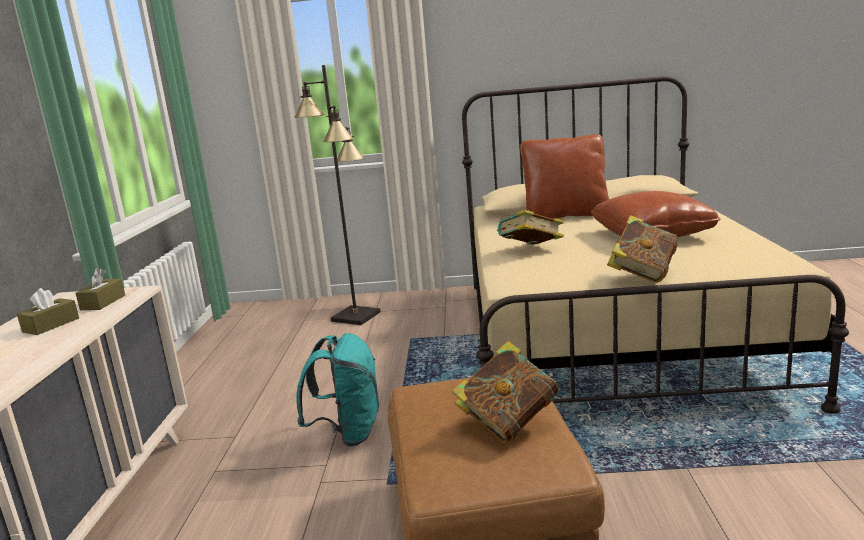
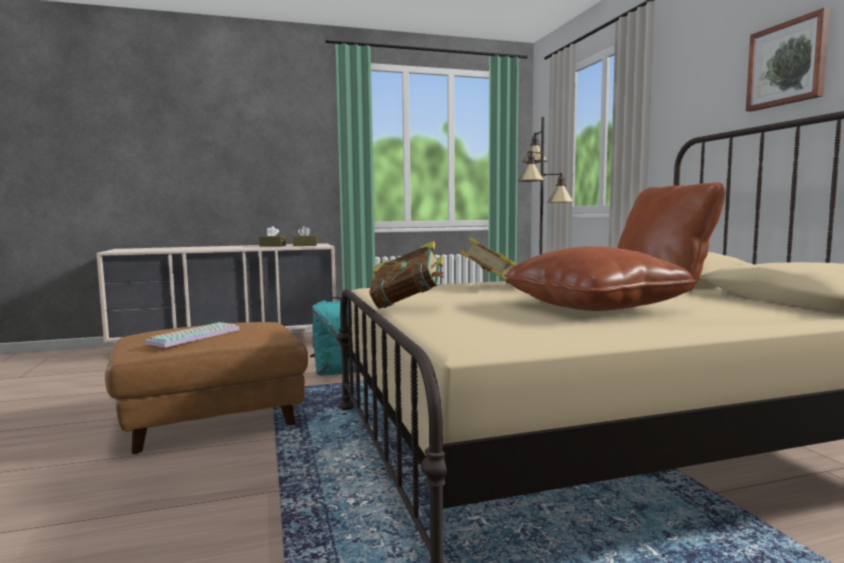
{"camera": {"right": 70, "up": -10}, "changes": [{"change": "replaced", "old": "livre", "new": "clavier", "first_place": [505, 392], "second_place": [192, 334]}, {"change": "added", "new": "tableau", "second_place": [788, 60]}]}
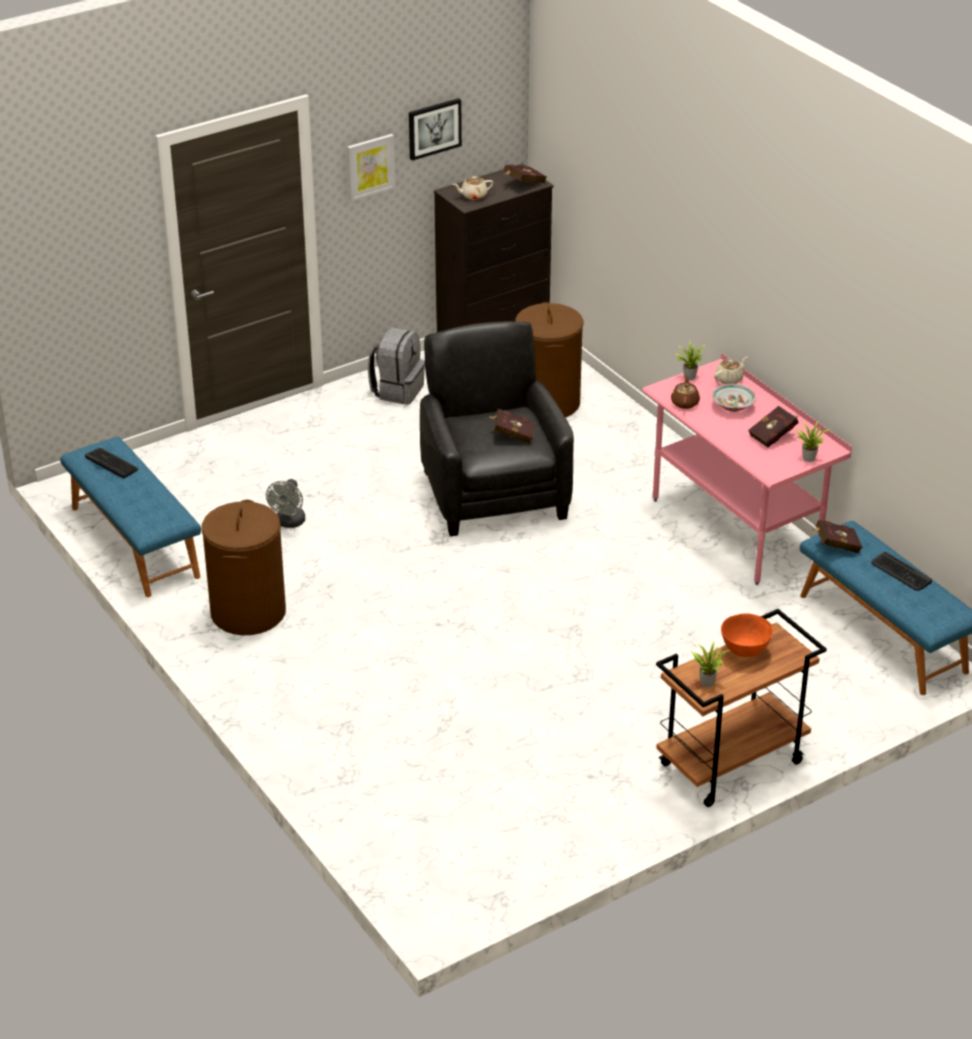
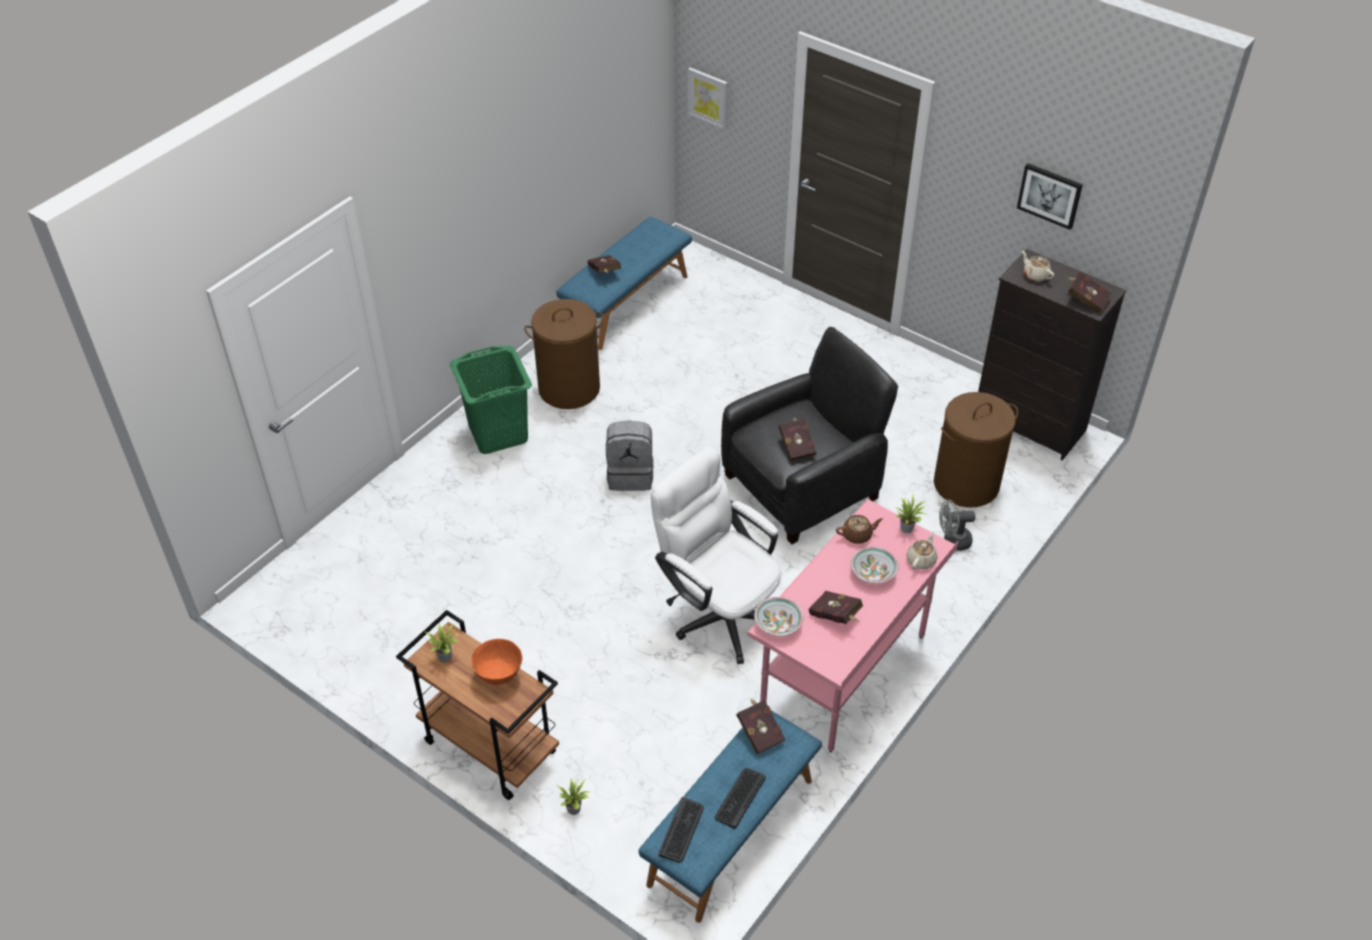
{"camera": {"right": 70, "up": 10}, "changes": [{"change": "moved", "old": "tableau", "first_place": [371, 168], "second_place": [708, 98]}, {"change": "moved", "old": "sac à dos/gris", "first_place": [396, 366], "second_place": [629, 456]}, {"change": "turned", "old": "théière/beige", "first_place": [731, 370], "second_place": [921, 550], "degrees": -90}, {"change": "moved", "old": "plante en pot", "first_place": [814, 441], "second_place": [573, 796]}, {"change": "moved", "old": "clavier", "first_place": [111, 463], "second_place": [681, 830]}, {"change": "moved", "old": "ventilateur/gris", "first_place": [285, 503], "second_place": [957, 525]}, {"change": "added", "new": "livre/rouge", "second_place": [604, 264]}, {"change": "added", "new": "panier à linge/vert", "second_place": [491, 400]}, {"change": "added", "new": "chaise de bureau/blanc", "second_place": [716, 555]}, {"change": "added", "new": "bol", "second_place": [779, 616]}]}
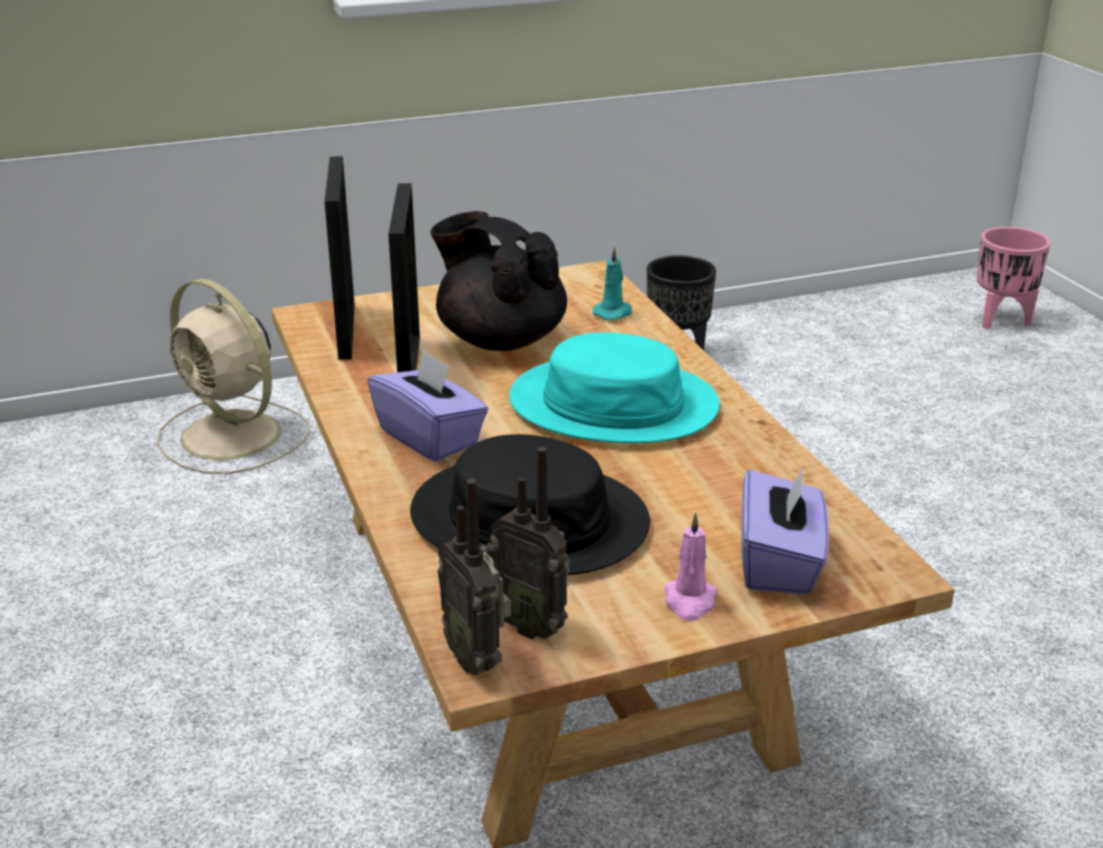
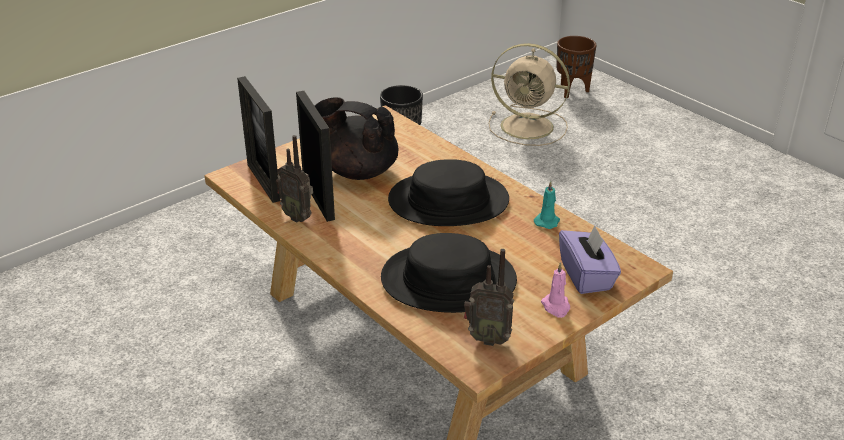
{"camera": {"right": -20, "up": 5}, "changes": [{"change": "recoloured", "old": "cache-pot/rose", "new": "cache-pot/marron", "first_place": [1013, 278], "second_place": [576, 67]}, {"change": "moved", "old": "bougie/turquoise", "first_place": [612, 283], "second_place": [547, 205]}, {"change": "moved", "old": "ventilateur/beige", "first_place": [233, 376], "second_place": [529, 94]}, {"change": "recoloured", "old": "chapeau/turquoise", "new": "chapeau/noir", "first_place": [614, 387], "second_place": [448, 192]}, {"change": "removed", "old": "boîte à mouchoirs/violet", "first_place": [427, 405]}, {"change": "moved", "old": "radio", "first_place": [474, 577], "second_place": [294, 178]}]}
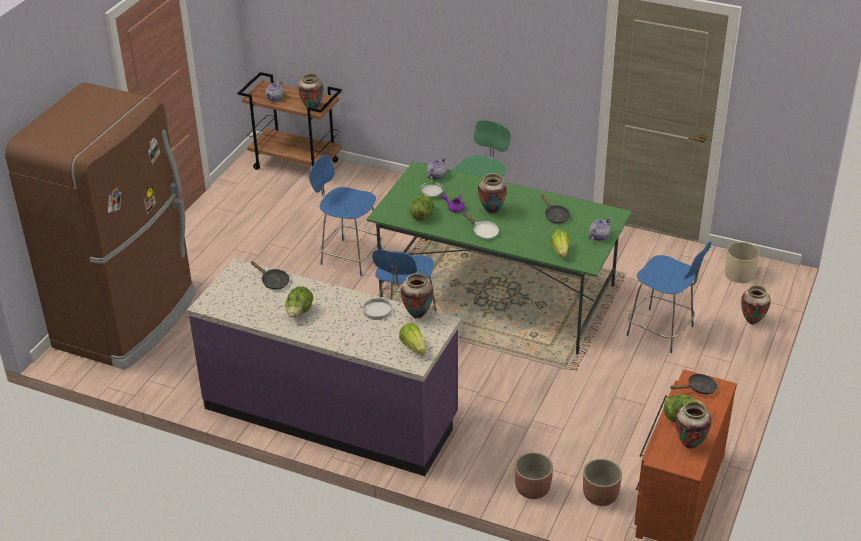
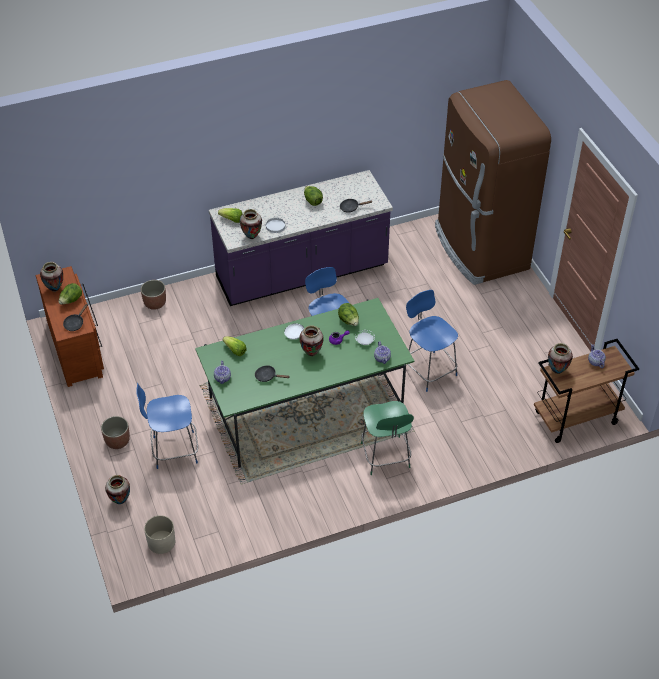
{"camera": {"right": 135, "up": 10}, "changes": [{"change": "turned", "old": "chaise/bleu", "first_place": [345, 215], "second_place": [432, 341], "degrees": -105}, {"change": "moved", "old": "cache-pot", "first_place": [602, 482], "second_place": [115, 432]}]}
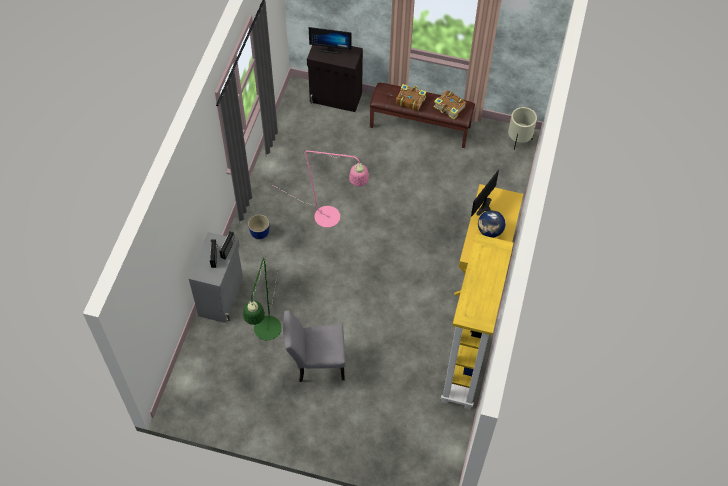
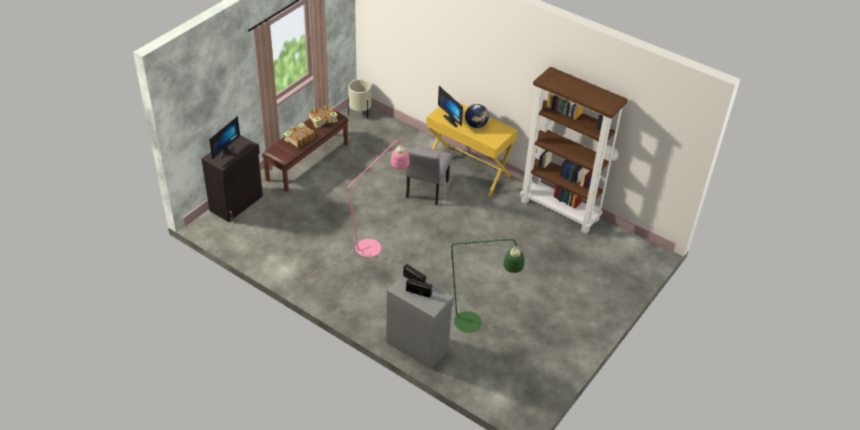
{"camera": {"right": -70, "up": -15}, "changes": [{"change": "removed", "old": "cache-pot", "first_place": [258, 226]}, {"change": "recoloured", "old": "bibliothèque/jaune", "new": "bibliothèque/marron", "first_place": [477, 321], "second_place": [574, 150]}, {"change": "moved", "old": "chaise/gris", "first_place": [314, 346], "second_place": [428, 175]}]}
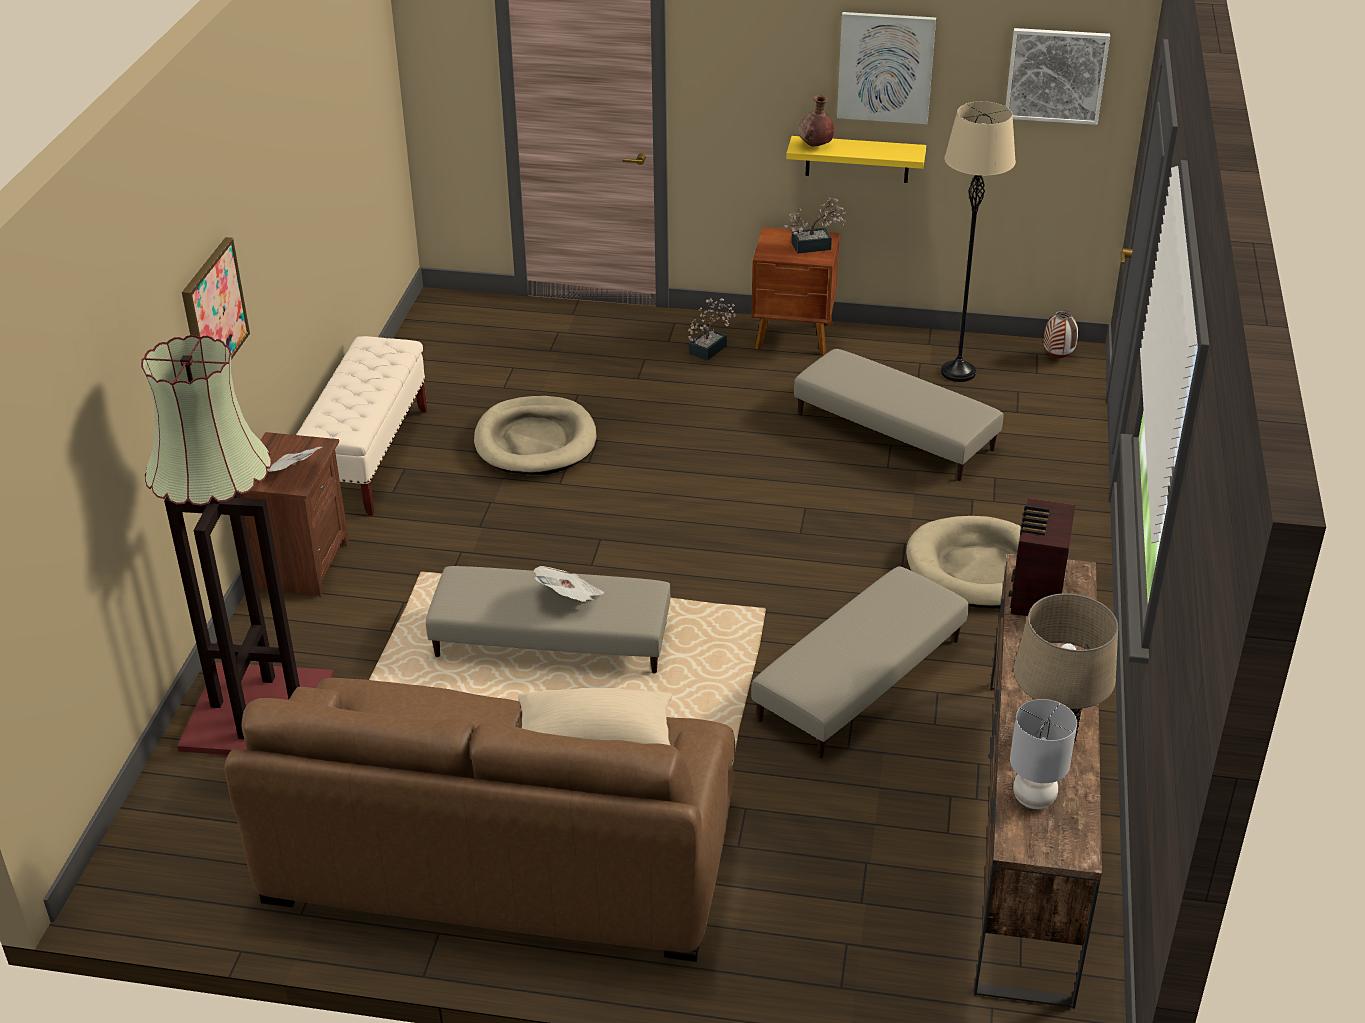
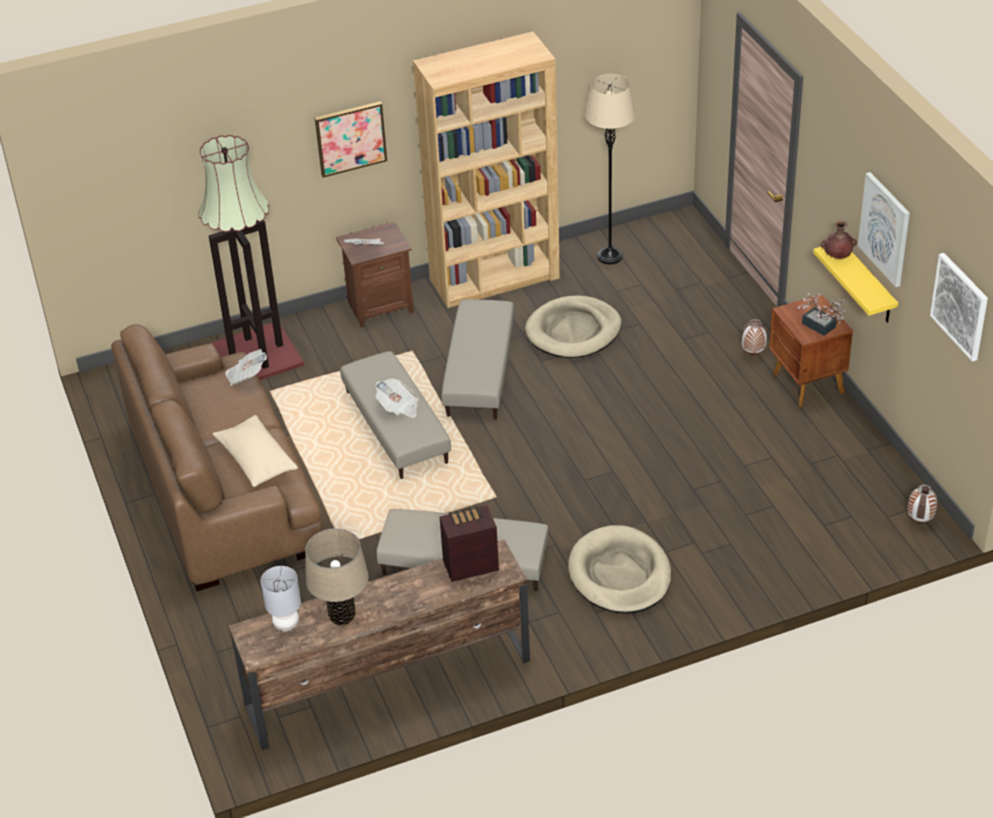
{"camera": {"right": 60, "up": 5}, "changes": [{"change": "moved", "old": "lampadaire/beige", "first_place": [978, 241], "second_place": [610, 169]}, {"change": "replaced", "old": "plante en pot", "new": "vase", "first_place": [712, 329], "second_place": [754, 337]}, {"change": "replaced", "old": "banc/beige", "new": "bibliothèque/marron", "first_place": [361, 426], "second_place": [486, 170]}, {"change": "moved", "old": "pouf/beige", "first_place": [898, 415], "second_place": [477, 359]}, {"change": "added", "new": "journal", "second_place": [246, 367]}]}
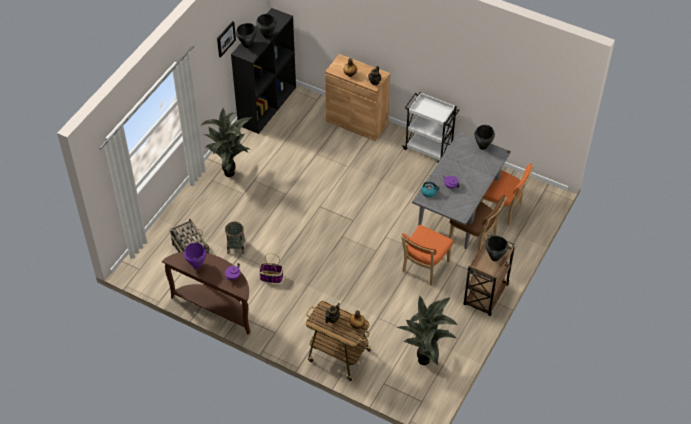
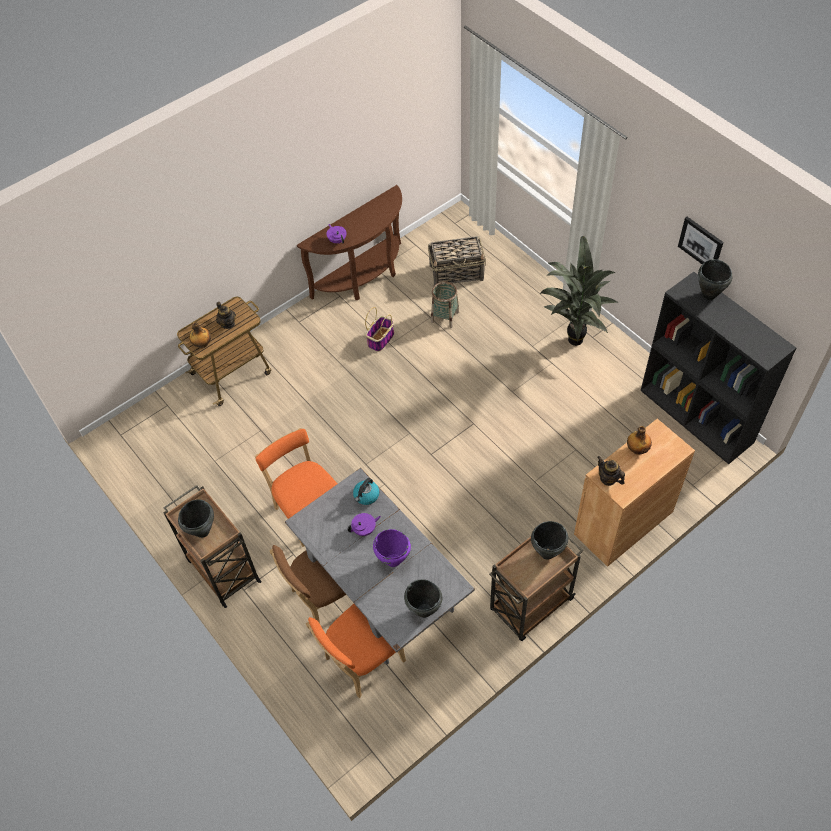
{"camera": {"right": 115, "up": 5}, "changes": [{"change": "moved", "old": "marmite/noir", "first_place": [266, 26], "second_place": [549, 540]}, {"change": "recoloured", "old": "chariot/blanc", "new": "chariot/marron", "first_place": [430, 127], "second_place": [536, 588]}, {"change": "moved", "old": "marmite/violet", "first_place": [195, 255], "second_place": [392, 548]}, {"change": "removed", "old": "plante en pot", "first_place": [427, 330]}]}
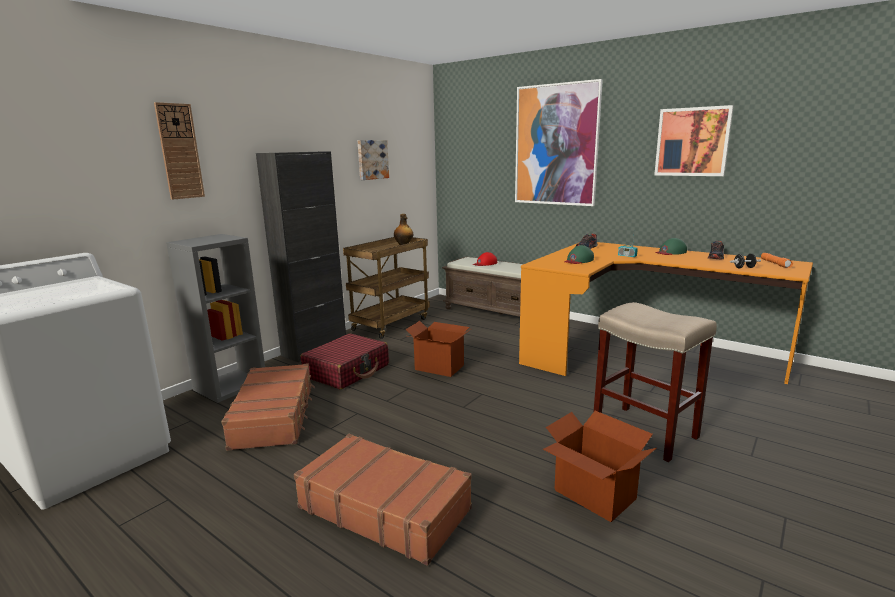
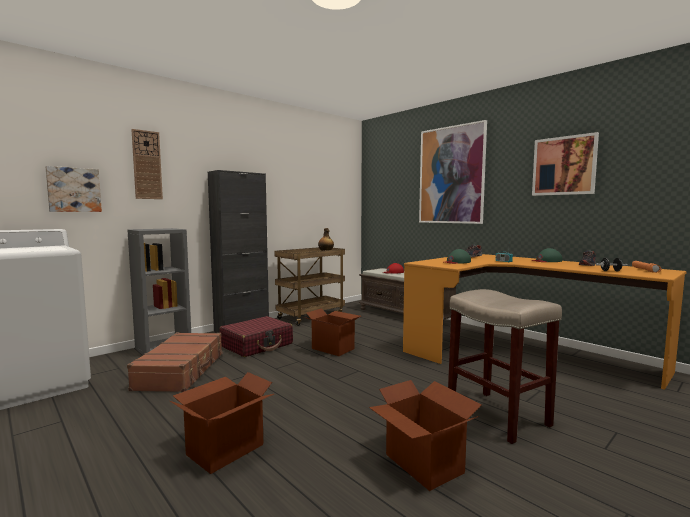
{"camera": {"right": 10, "up": -10}, "changes": [{"change": "moved", "old": "tableau", "first_place": [373, 160], "second_place": [74, 189]}, {"change": "replaced", "old": "valise/marron", "new": "carton", "first_place": [383, 500], "second_place": [222, 423]}]}
